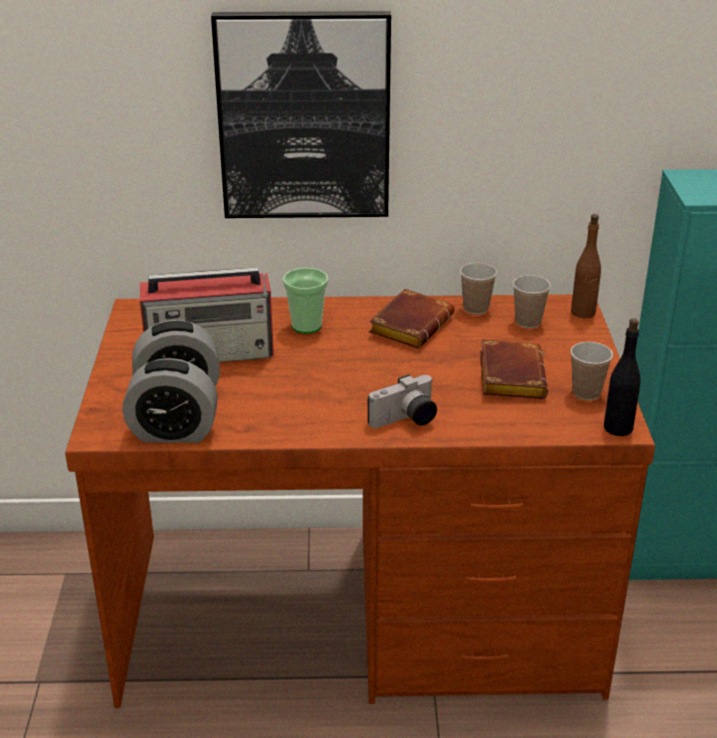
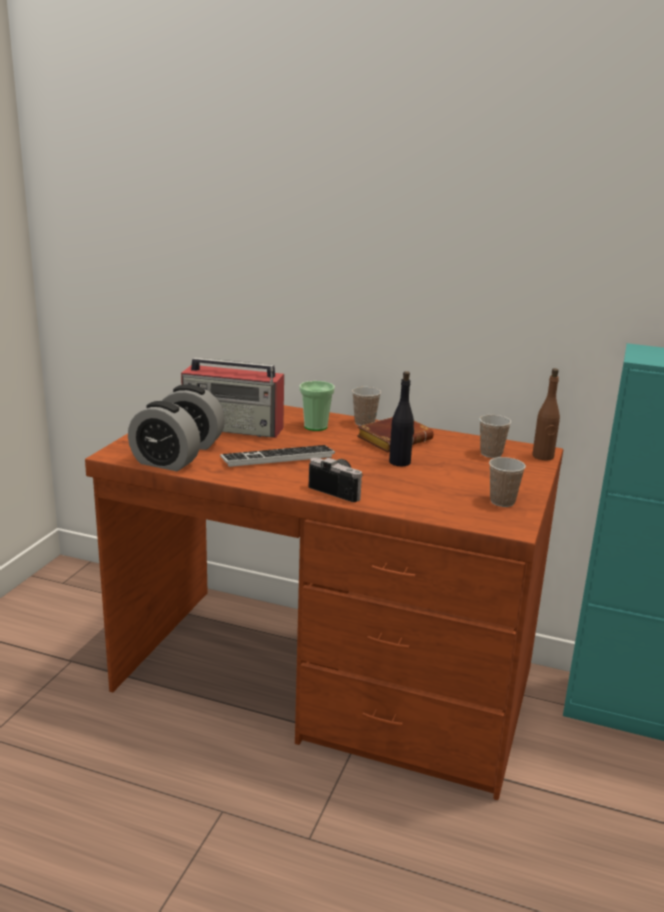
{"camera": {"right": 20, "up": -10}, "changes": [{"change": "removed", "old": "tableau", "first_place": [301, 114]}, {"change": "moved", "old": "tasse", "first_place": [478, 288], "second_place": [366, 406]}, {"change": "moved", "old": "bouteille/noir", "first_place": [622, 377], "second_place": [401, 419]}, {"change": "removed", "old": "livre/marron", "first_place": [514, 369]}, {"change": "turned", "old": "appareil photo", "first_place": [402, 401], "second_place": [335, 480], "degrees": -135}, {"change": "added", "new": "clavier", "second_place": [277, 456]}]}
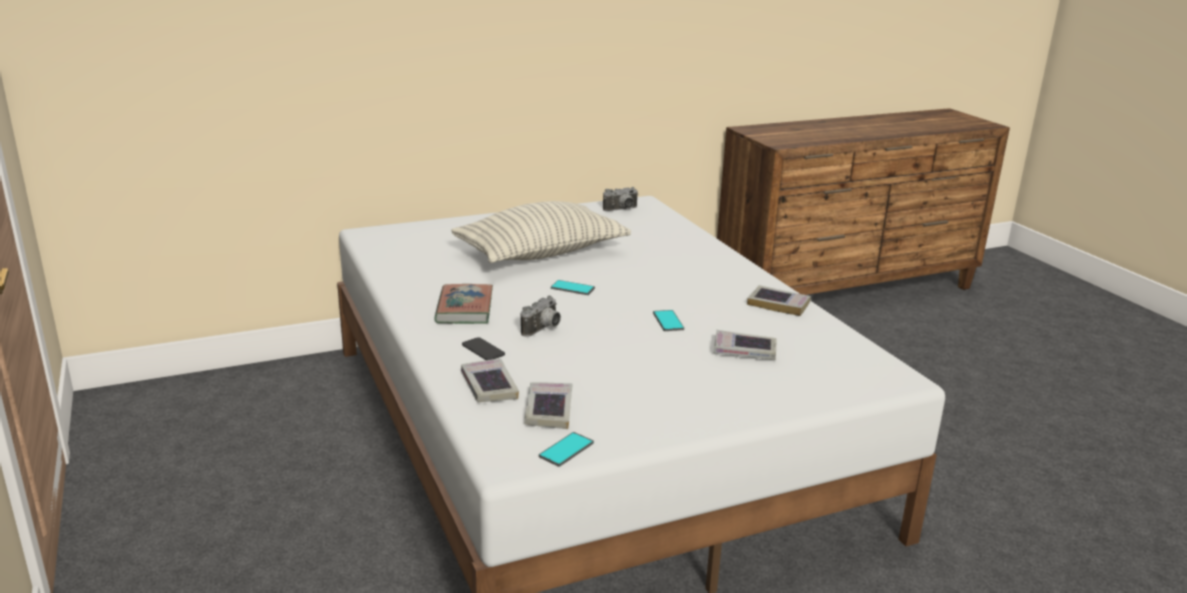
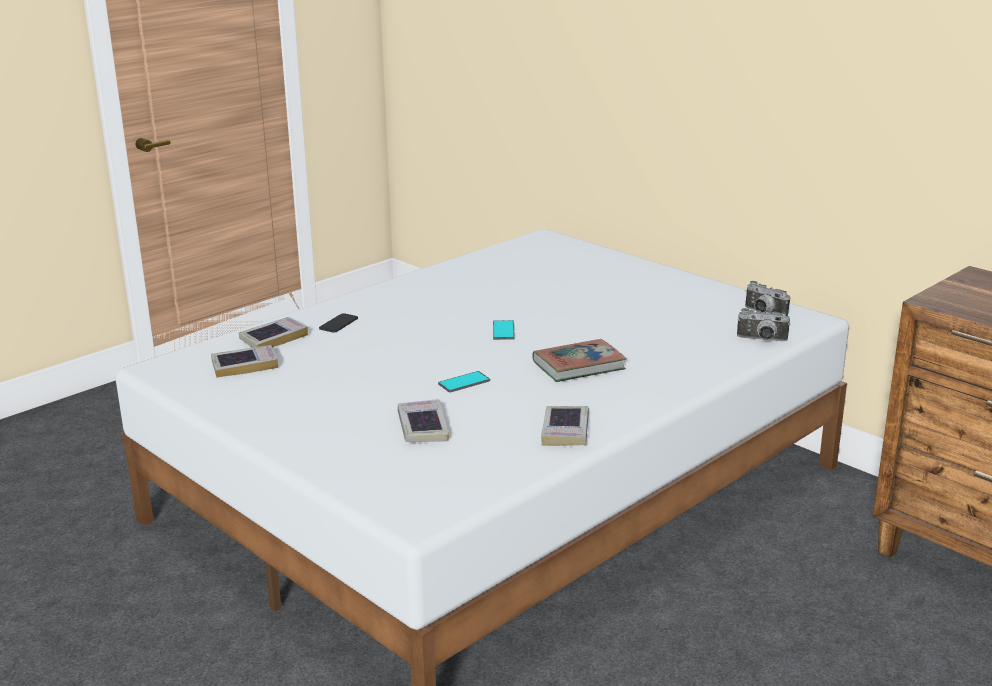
{"camera": {"right": 70, "up": 0}, "changes": [{"change": "removed", "old": "coussin", "first_place": [541, 232]}, {"change": "moved", "old": "livre", "first_place": [463, 304], "second_place": [579, 360]}, {"change": "moved", "old": "appareil photo", "first_place": [541, 316], "second_place": [763, 324]}, {"change": "removed", "old": "téléphone", "first_place": [566, 449]}]}
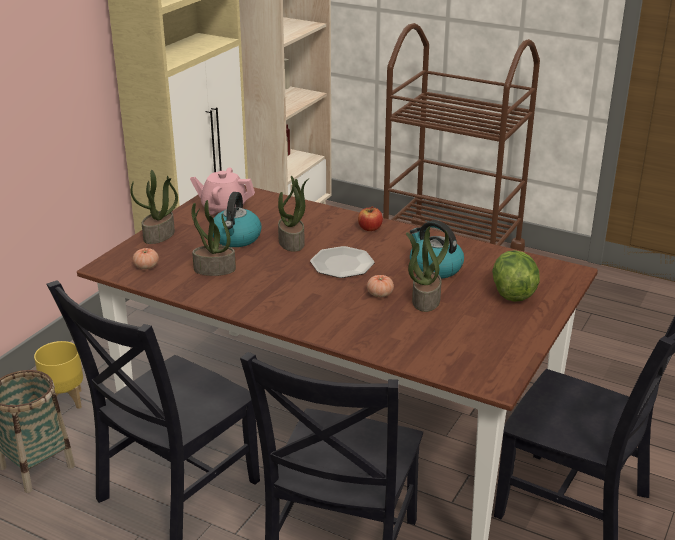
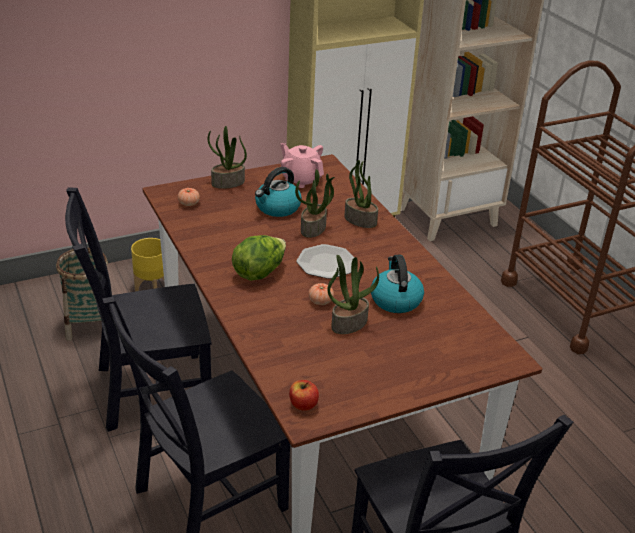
{"camera": {"right": 35, "up": 5}, "changes": [{"change": "moved", "old": "plante en pot", "first_place": [213, 238], "second_place": [361, 194]}, {"change": "moved", "old": "pomme", "first_place": [370, 218], "second_place": [304, 395]}, {"change": "moved", "old": "laitue", "first_place": [516, 276], "second_place": [259, 258]}]}
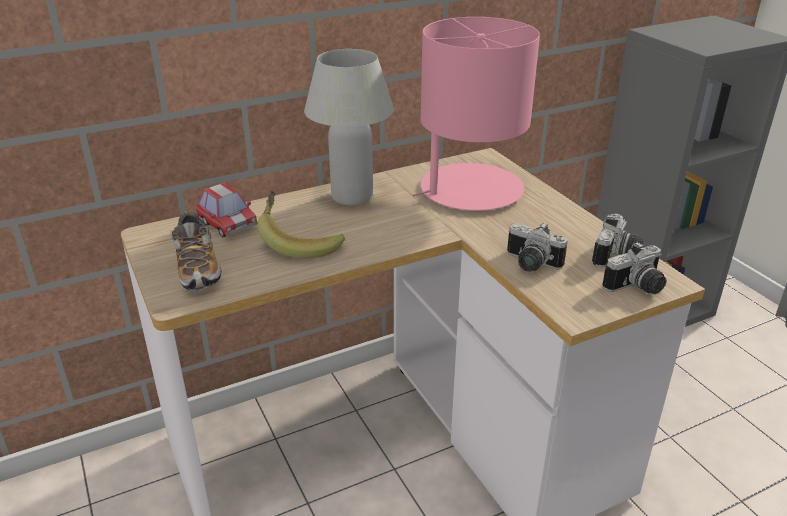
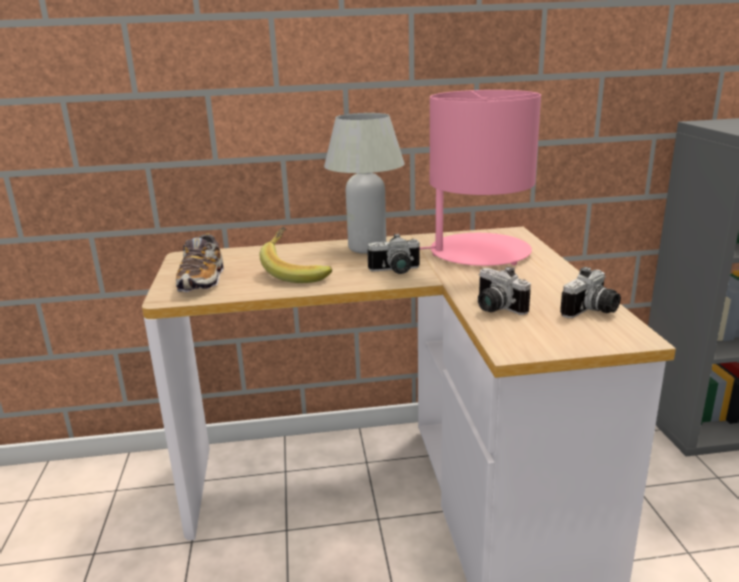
{"camera": {"right": 20, "up": -10}, "changes": [{"change": "removed", "old": "petite voiture", "first_place": [226, 210]}, {"change": "moved", "old": "appareil photo", "first_place": [634, 268], "second_place": [393, 253]}]}
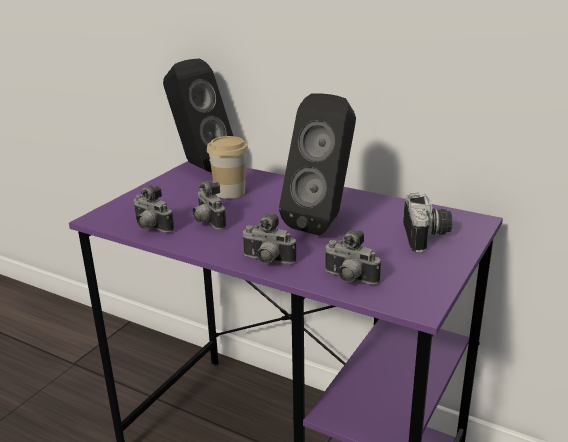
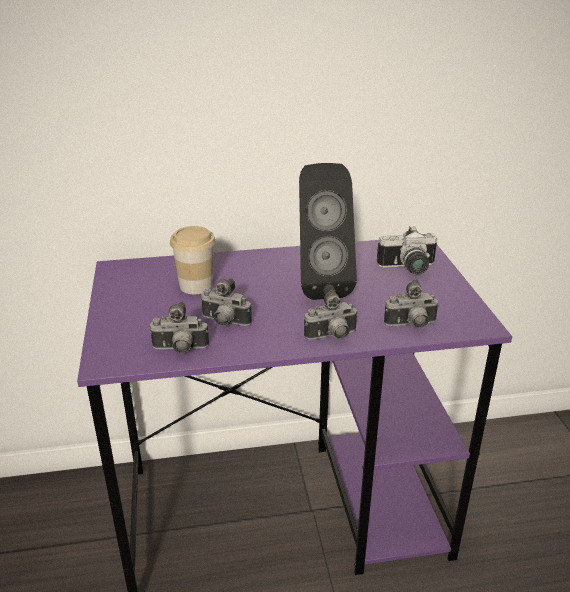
{"camera": {"right": -40, "up": 5}, "changes": [{"change": "removed", "old": "enceinte/noir", "first_place": [198, 115]}, {"change": "turned", "old": "appareil photo", "first_place": [427, 222], "second_place": [407, 250], "degrees": 120}]}
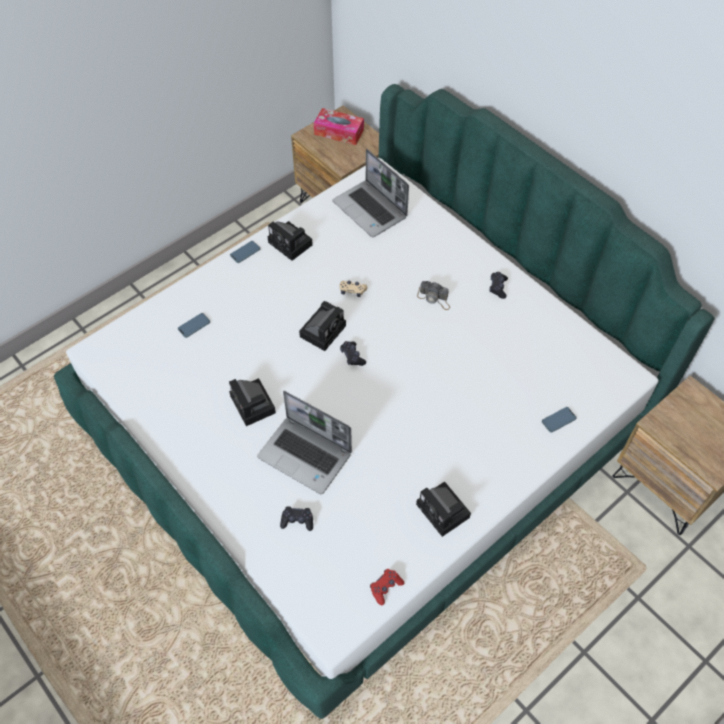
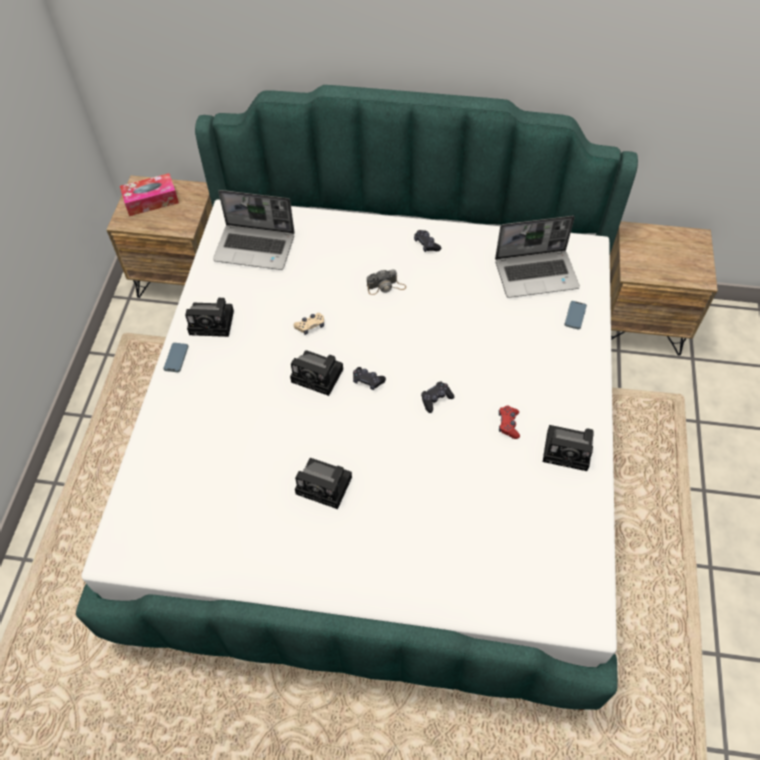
{"camera": {"right": -40, "up": 0}, "changes": [{"change": "turned", "old": "appareil photo", "first_place": [322, 326], "second_place": [316, 373], "degrees": 120}, {"change": "removed", "old": "téléphone", "first_place": [194, 325]}, {"change": "moved", "old": "ordinateur portable", "first_place": [304, 442], "second_place": [537, 257]}, {"change": "moved", "old": "manette/noir", "first_place": [296, 519], "second_place": [437, 397]}, {"change": "moved", "old": "manette/rouge", "first_place": [387, 587], "second_place": [509, 422]}]}
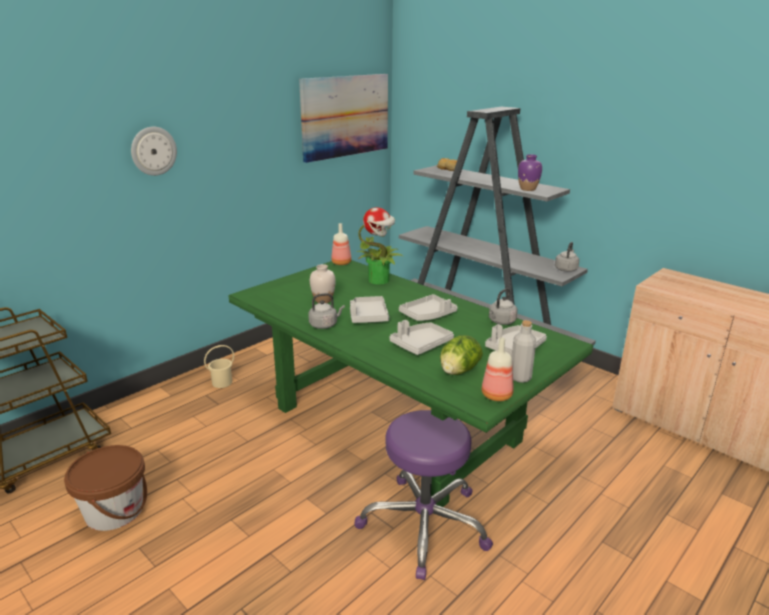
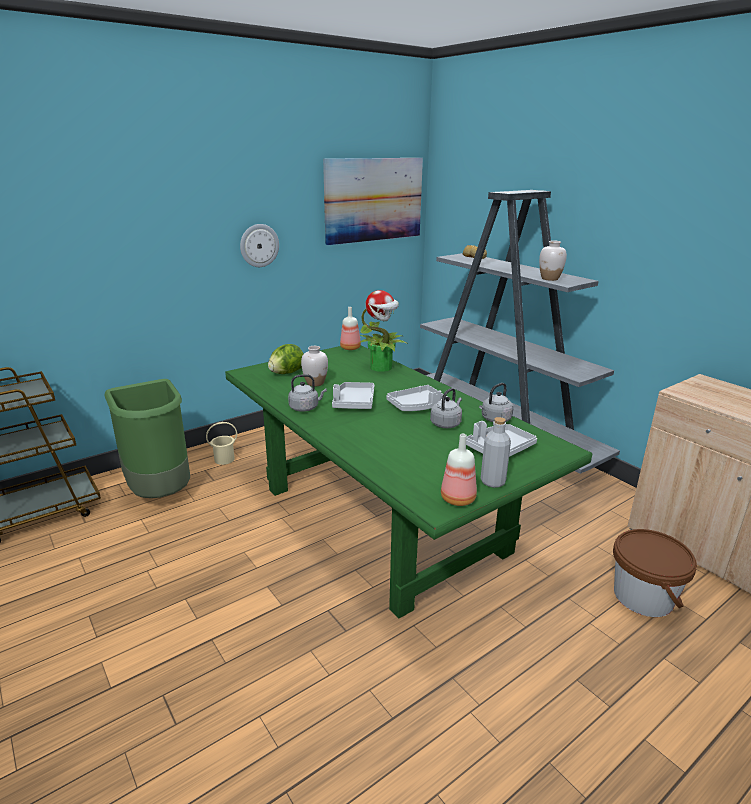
{"camera": {"right": 10, "up": 0}, "changes": [{"change": "moved", "old": "horloge murale", "first_place": [154, 151], "second_place": [259, 245]}, {"change": "recoloured", "old": "vase/violet", "new": "vase/blanc", "first_place": [530, 172], "second_place": [553, 261]}, {"change": "moved", "old": "bouilloire/gris", "first_place": [567, 257], "second_place": [446, 408]}, {"change": "removed", "old": "plateau/gris", "first_place": [422, 337]}, {"change": "moved", "old": "laitue", "first_place": [461, 355], "second_place": [285, 359]}, {"change": "removed", "old": "tabouret/violet", "first_place": [423, 495]}, {"change": "moved", "old": "seau/marron", "first_place": [105, 488], "second_place": [655, 573]}, {"change": "added", "new": "poubelle/vert", "second_place": [147, 438]}]}
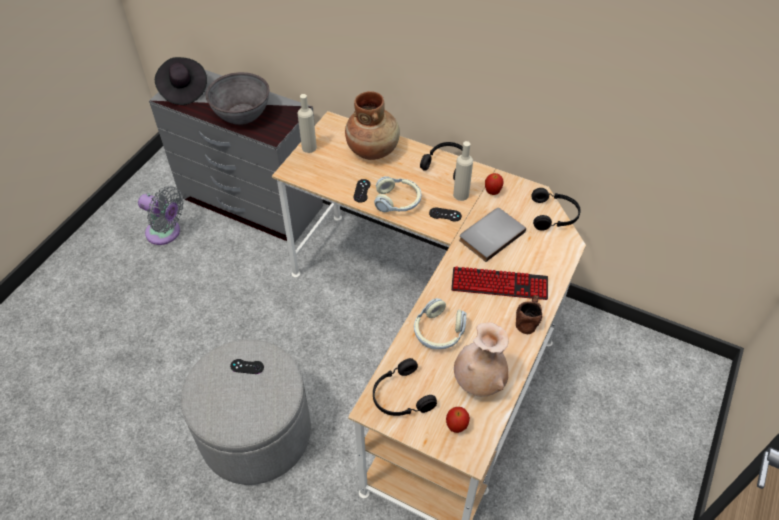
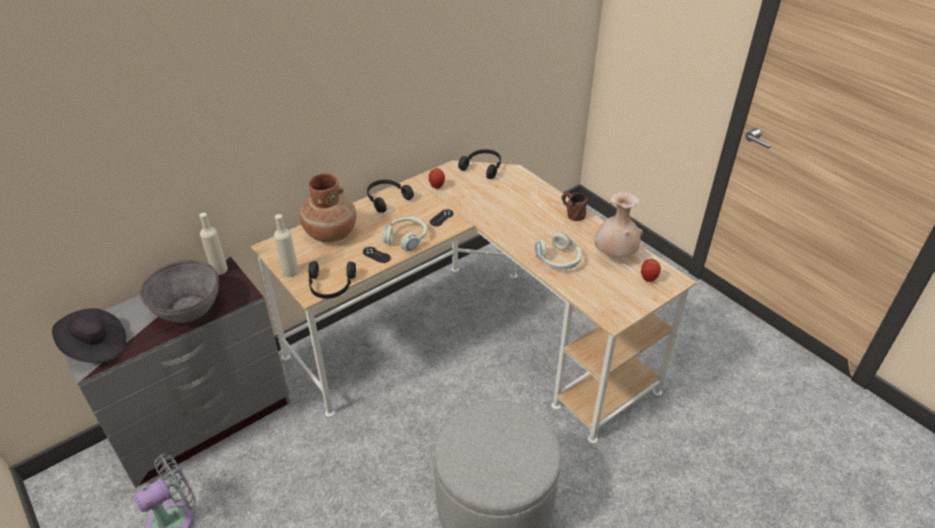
{"camera": {"right": -65, "up": -10}, "changes": [{"change": "moved", "old": "bouteille/beige", "first_place": [463, 171], "second_place": [213, 244]}, {"change": "removed", "old": "livre/gris", "first_place": [492, 235]}, {"change": "removed", "old": "clavier", "first_place": [499, 283]}, {"change": "moved", "old": "casque audio/noir", "first_place": [405, 387], "second_place": [332, 280]}, {"change": "removed", "old": "manette/noir", "first_place": [247, 366]}]}
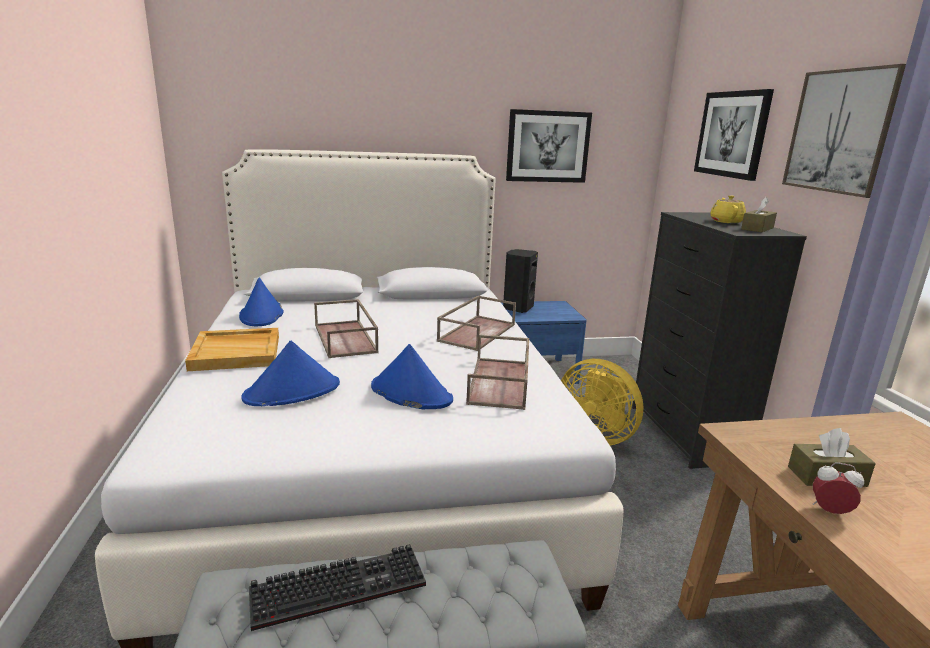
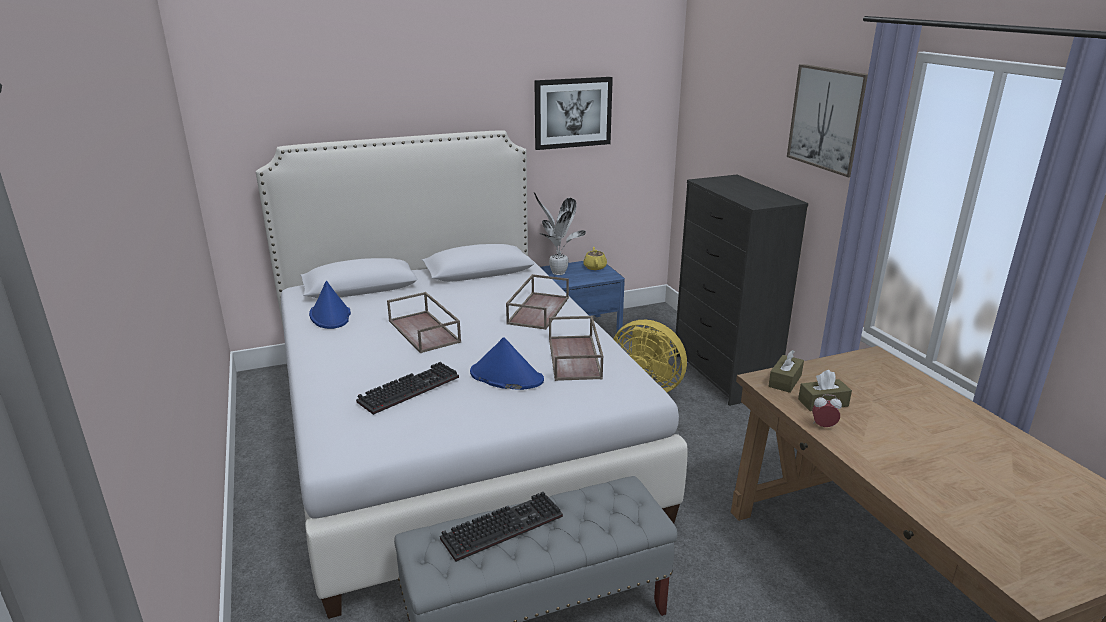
{"camera": {"right": -10, "up": 5}, "changes": [{"change": "removed", "old": "tableau", "first_place": [734, 135]}, {"change": "moved", "old": "théière/jaune", "first_place": [728, 209], "second_place": [595, 258]}, {"change": "moved", "old": "boîte à mouchoirs/marron", "first_place": [759, 214], "second_place": [786, 371]}, {"change": "replaced", "old": "enceinte/noir", "new": "plante en pot", "first_place": [520, 281], "second_place": [560, 233]}, {"change": "removed", "old": "plateau/beige", "first_place": [232, 349]}, {"change": "replaced", "old": "chapeau/bleu", "new": "clavier", "first_place": [291, 373], "second_place": [407, 388]}]}
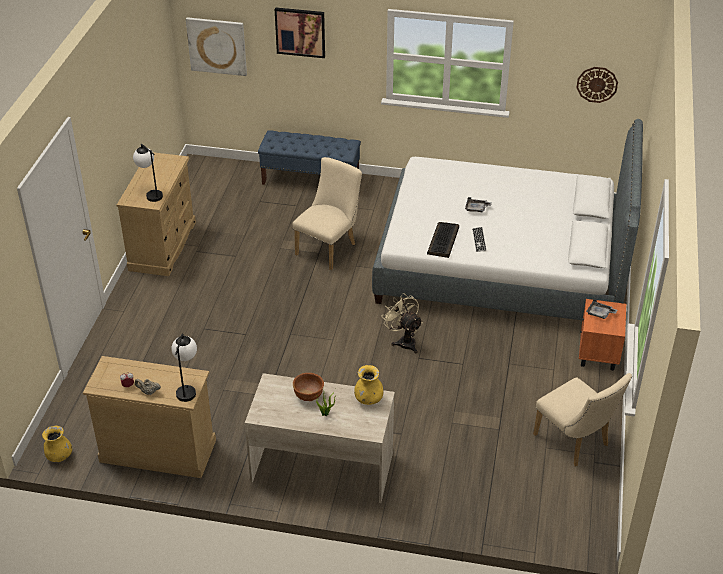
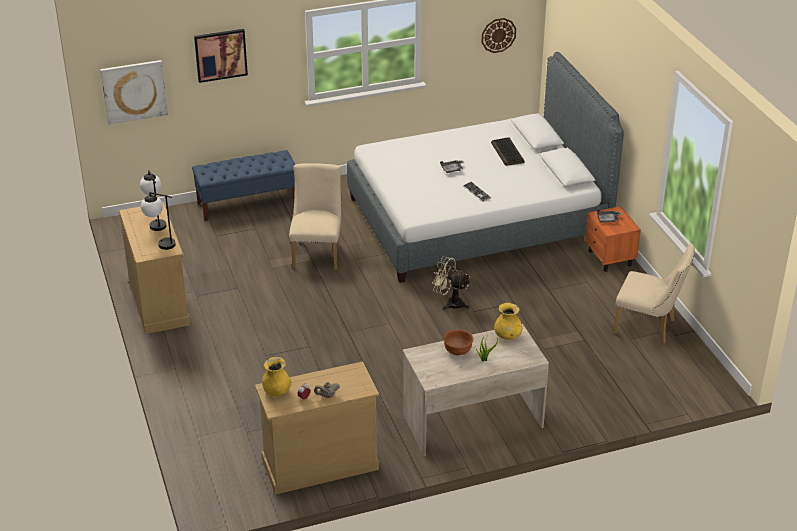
{"camera": {"right": -30, "up": -5}, "changes": [{"change": "moved", "old": "clavier", "first_place": [443, 240], "second_place": [508, 151]}, {"change": "moved", "old": "lampe de table", "first_place": [184, 367], "second_place": [153, 200]}, {"change": "moved", "old": "vase/jaune", "first_place": [57, 443], "second_place": [276, 376]}]}
